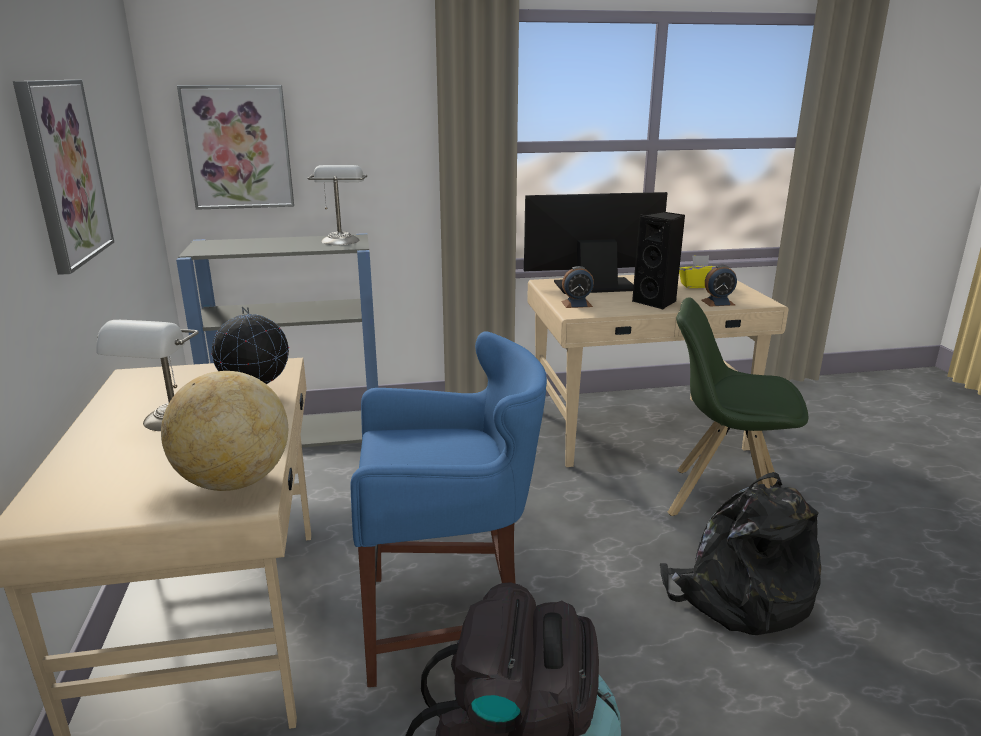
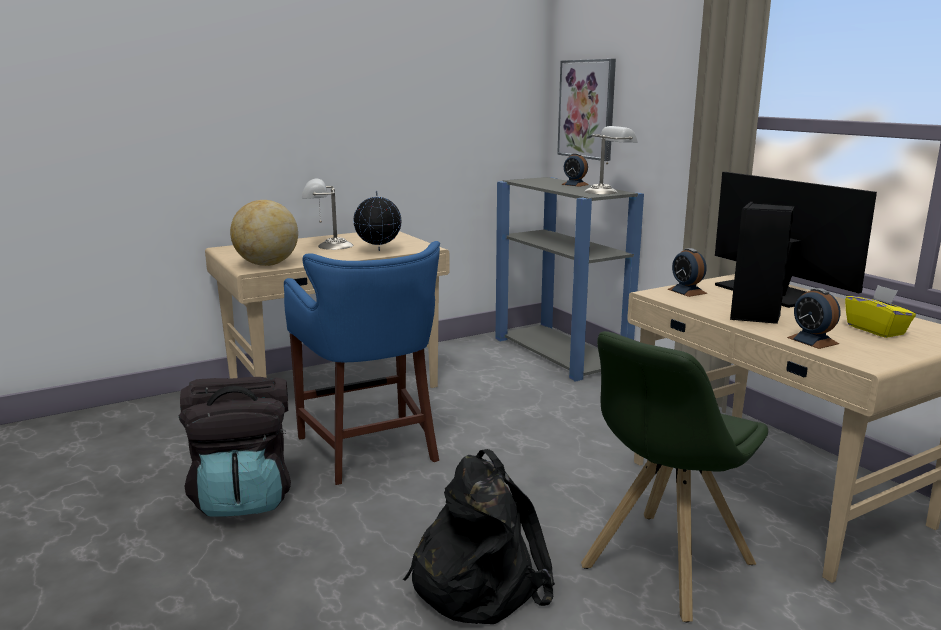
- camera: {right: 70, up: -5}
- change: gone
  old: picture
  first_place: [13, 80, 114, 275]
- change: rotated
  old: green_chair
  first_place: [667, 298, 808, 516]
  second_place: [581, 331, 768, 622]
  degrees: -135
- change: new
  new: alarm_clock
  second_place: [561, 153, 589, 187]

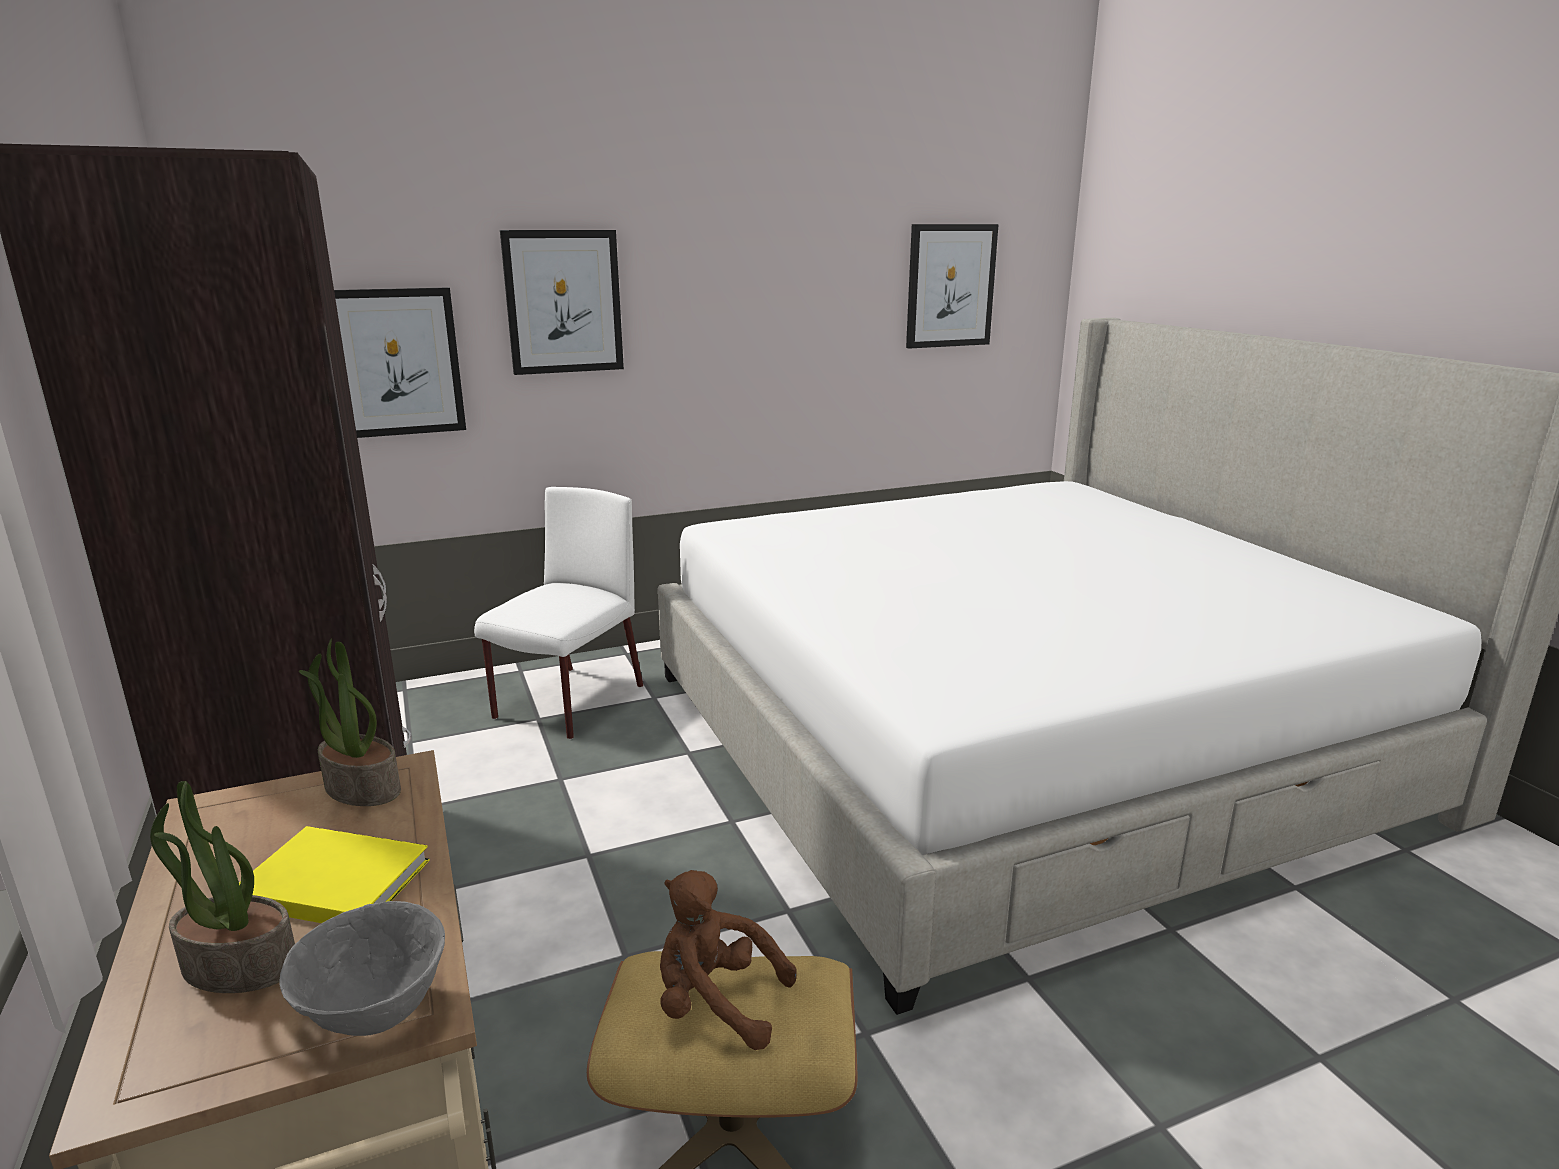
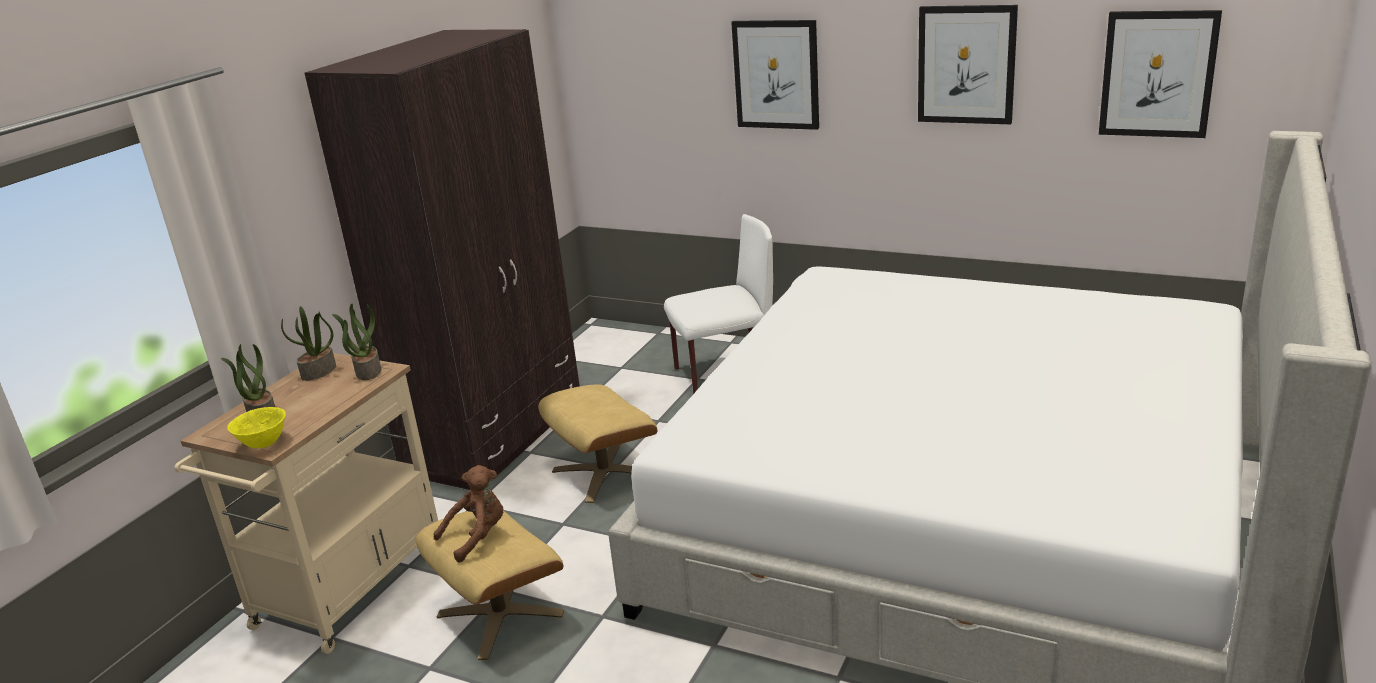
- camera: {right: 50, up: 5}
- change: shifted
  old: picture
  first_place: [334, 287, 466, 438]
  second_place: [918, 5, 1018, 124]
- change: gone
  old: yellow_book
  first_place: [239, 826, 430, 923]
- change: rotated
  old: brown_plush_toy
  first_place: [660, 870, 797, 1050]
  second_place: [434, 465, 503, 563]
  degrees: 75
- change: repainted
  old: grey_bowl
  new: yellow_bowl
  first_place: [279, 901, 445, 1036]
  second_place: [227, 407, 286, 448]
- change: new
  new: potted_plant
  second_place: [281, 306, 336, 381]
- change: new
  new: beige_ottoman
  second_place: [538, 385, 657, 503]

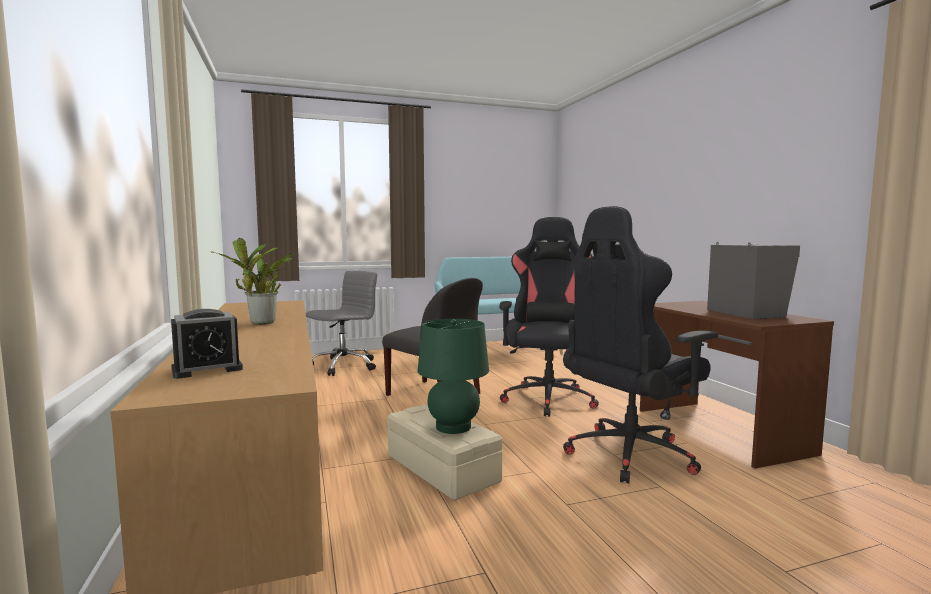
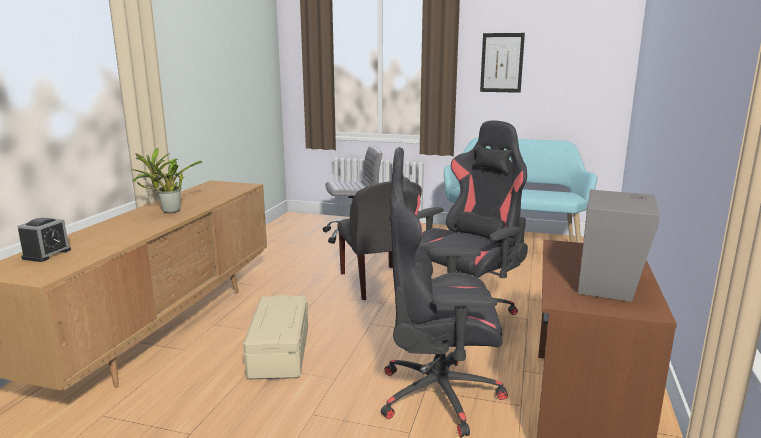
- camera: {right: 35, up: 10}
- change: rotated
  old: alarm_clock
  first_place: [171, 309, 243, 379]
  second_place: [17, 218, 71, 262]
  degrees: -75
- change: gone
  old: green_table_lamp
  first_place: [418, 319, 489, 434]
- change: new
  new: picture
  second_place: [480, 33, 525, 93]

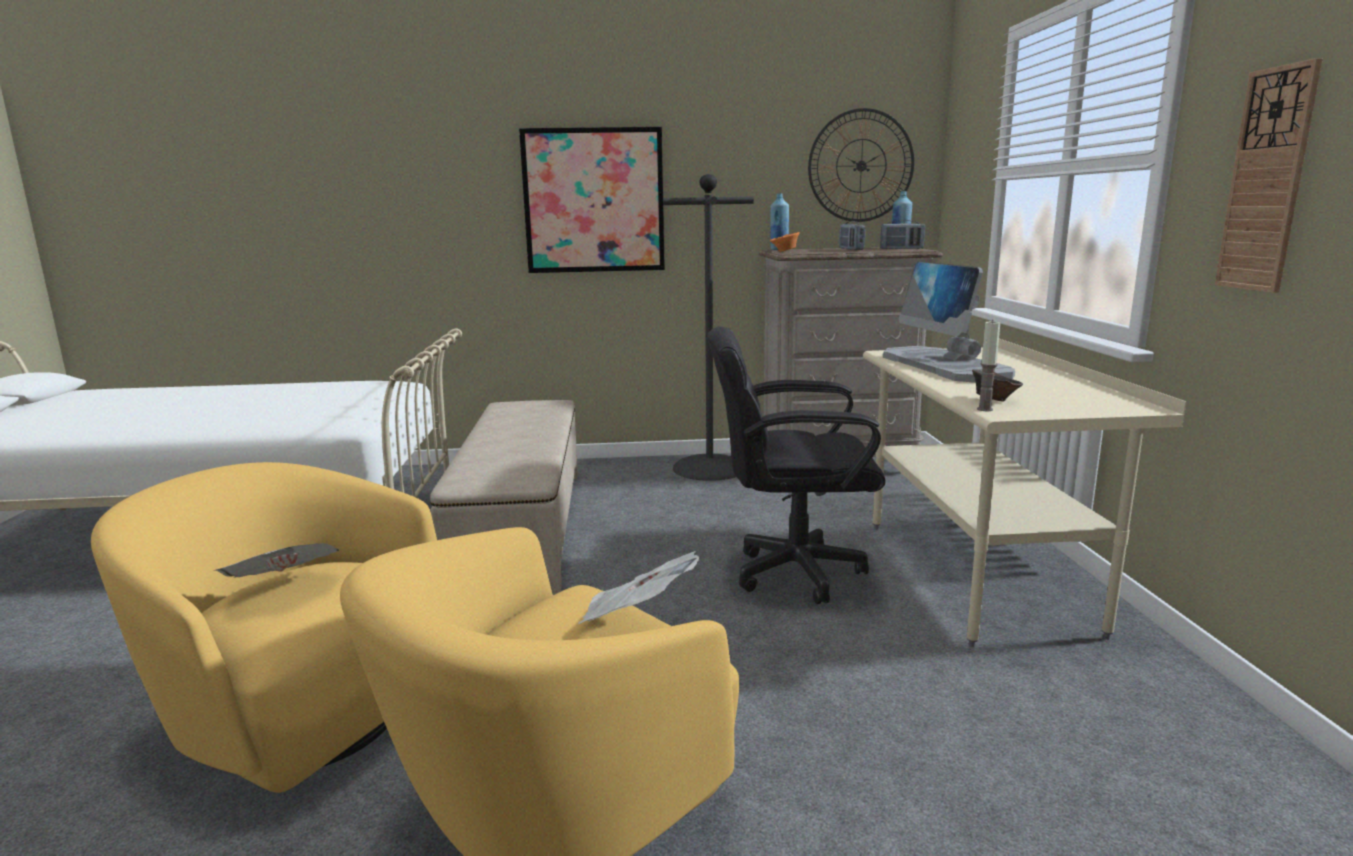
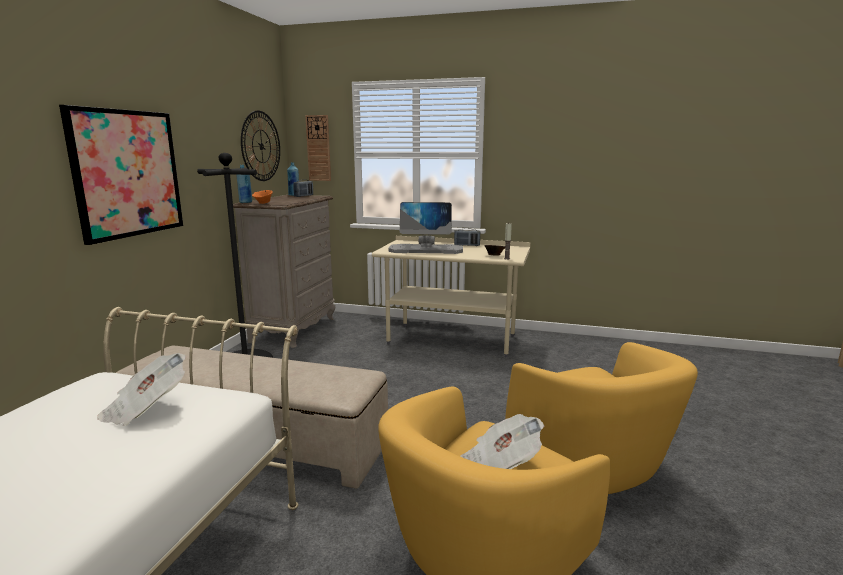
- camera: {right: -70, up: 0}
- change: shifted
  old: wall_clock
  first_place: [1215, 58, 1323, 293]
  second_place: [305, 115, 331, 181]
- change: shifted
  old: radio
  first_place: [839, 221, 865, 250]
  second_place: [454, 228, 480, 246]
- change: gone
  old: black_office_chair
  first_place: [707, 326, 885, 604]
- change: shifted
  old: newspaper
  first_place: [578, 551, 699, 624]
  second_place: [97, 353, 186, 426]

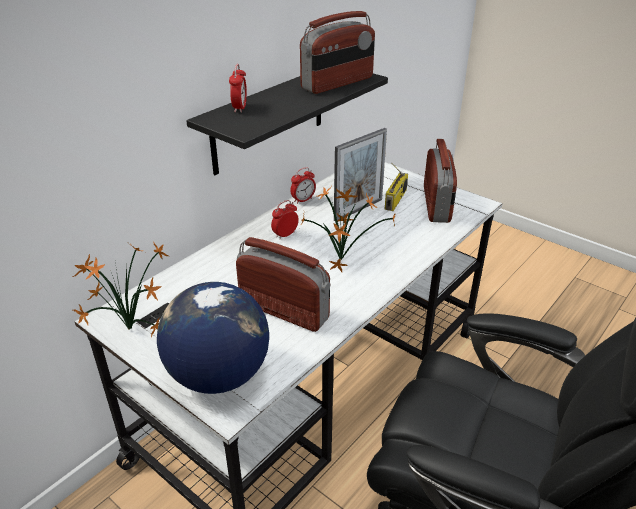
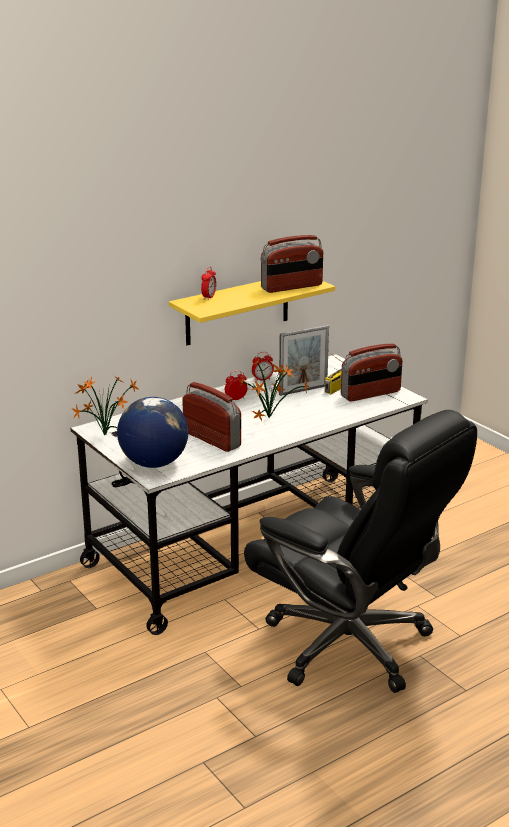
- camera: {right: 15, up: -10}
- change: repainted
  old: black_shelf
  new: yellow_shelf
  first_place: [186, 74, 388, 175]
  second_place: [169, 281, 335, 345]
- change: rotated
  old: radio
  first_place: [424, 139, 457, 223]
  second_place: [341, 343, 402, 401]
  degrees: 45

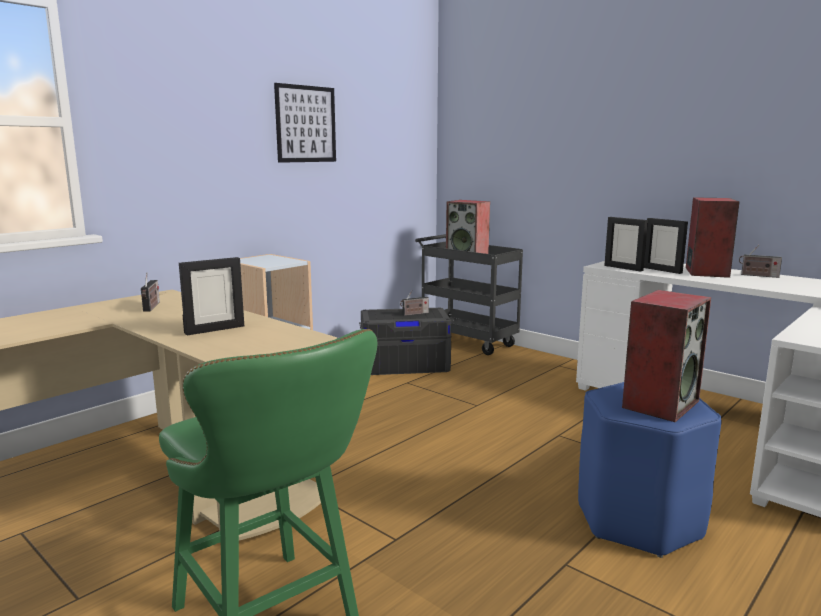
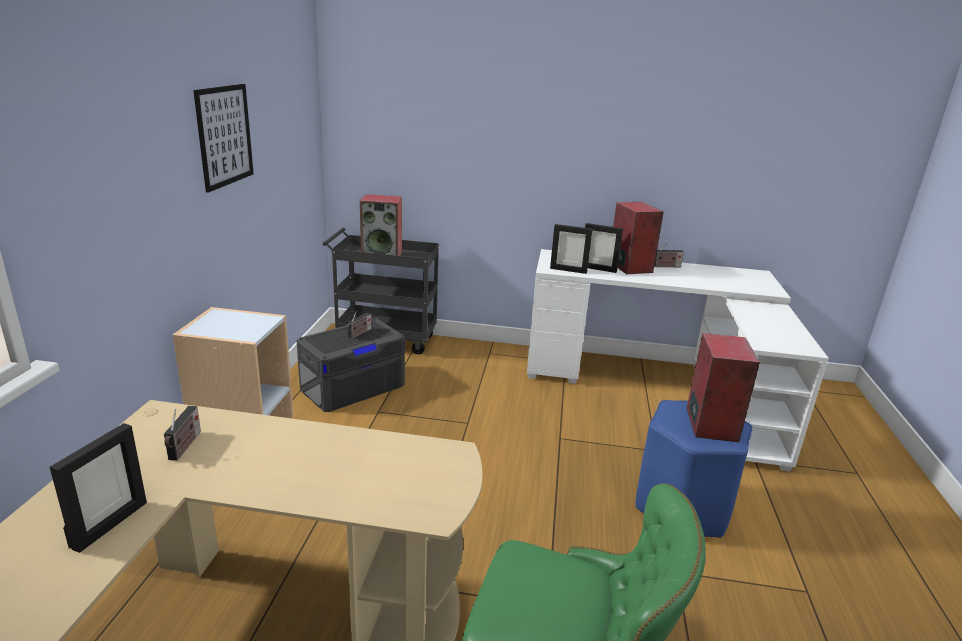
- camera: {right: -35, up: 10}
- change: shifted
  old: picture_frame
  first_place: [179, 257, 244, 335]
  second_place: [50, 423, 147, 553]
- change: rotated
  old: radio
  first_place: [141, 272, 160, 312]
  second_place: [164, 406, 201, 461]
  degrees: 45

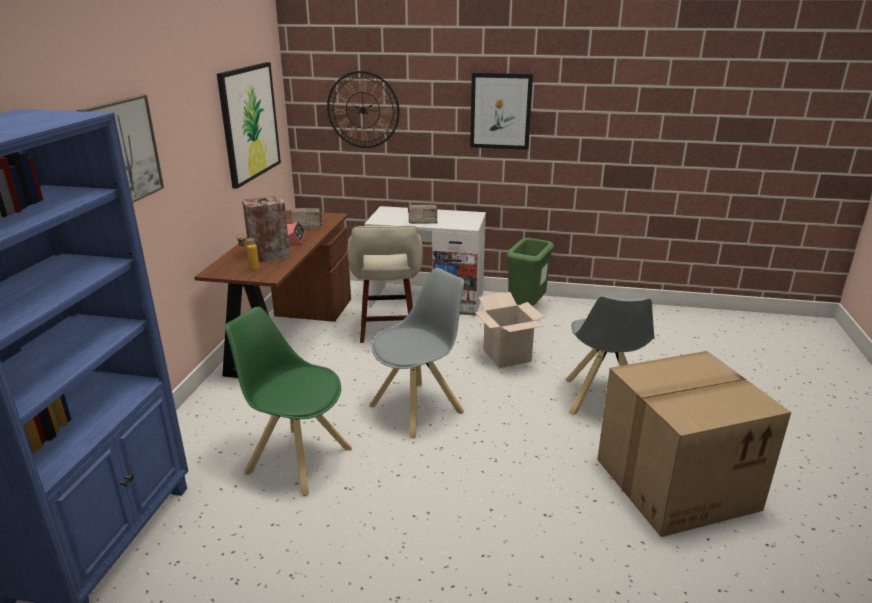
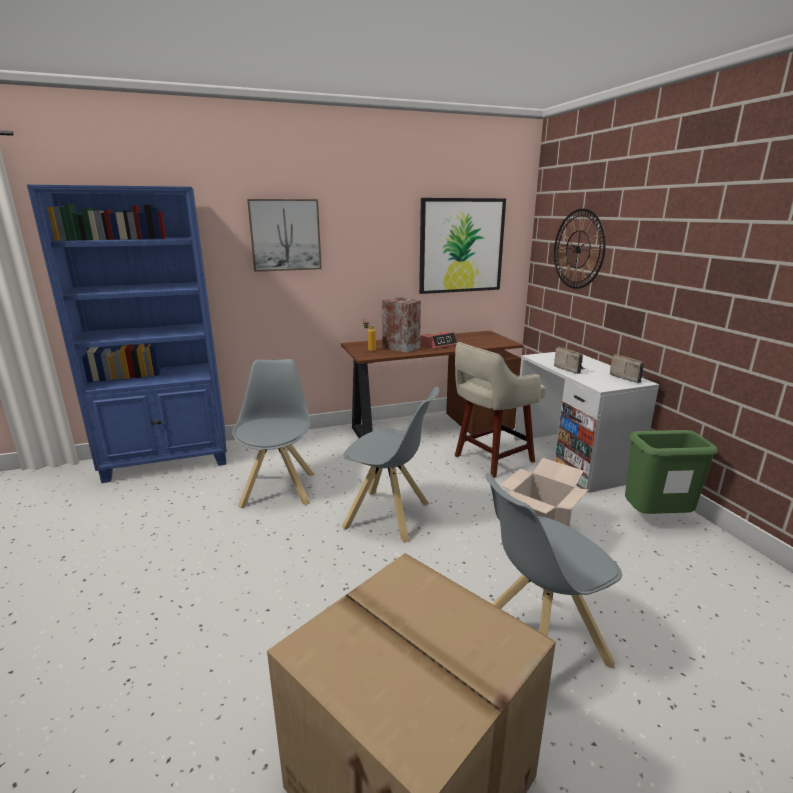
- camera: {right: 60, up: -5}
- change: gone
  old: picture
  first_place: [470, 73, 533, 150]
- change: shifted
  old: radio
  first_place: [290, 208, 322, 228]
  second_place: [610, 354, 644, 383]
- change: repainted
  old: green_chair
  new: grey_chair
  first_place: [225, 307, 352, 496]
  second_place: [232, 359, 315, 508]

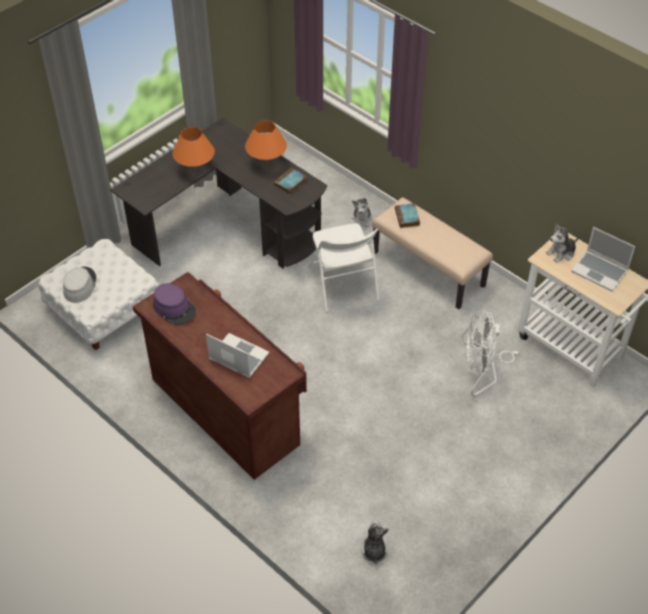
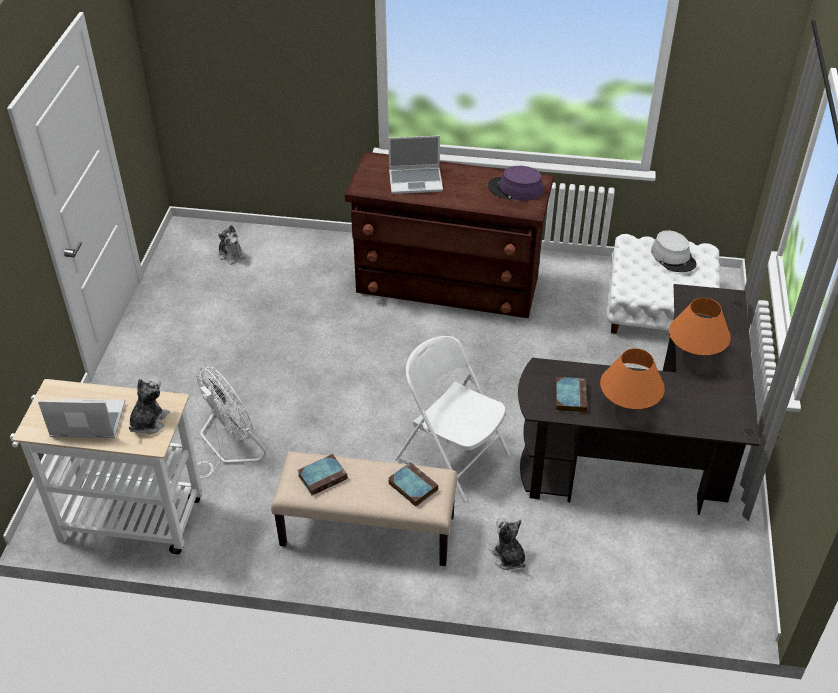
- camera: {right: 145, up: -5}
- change: new
  new: book
  second_place: [297, 454, 348, 495]

